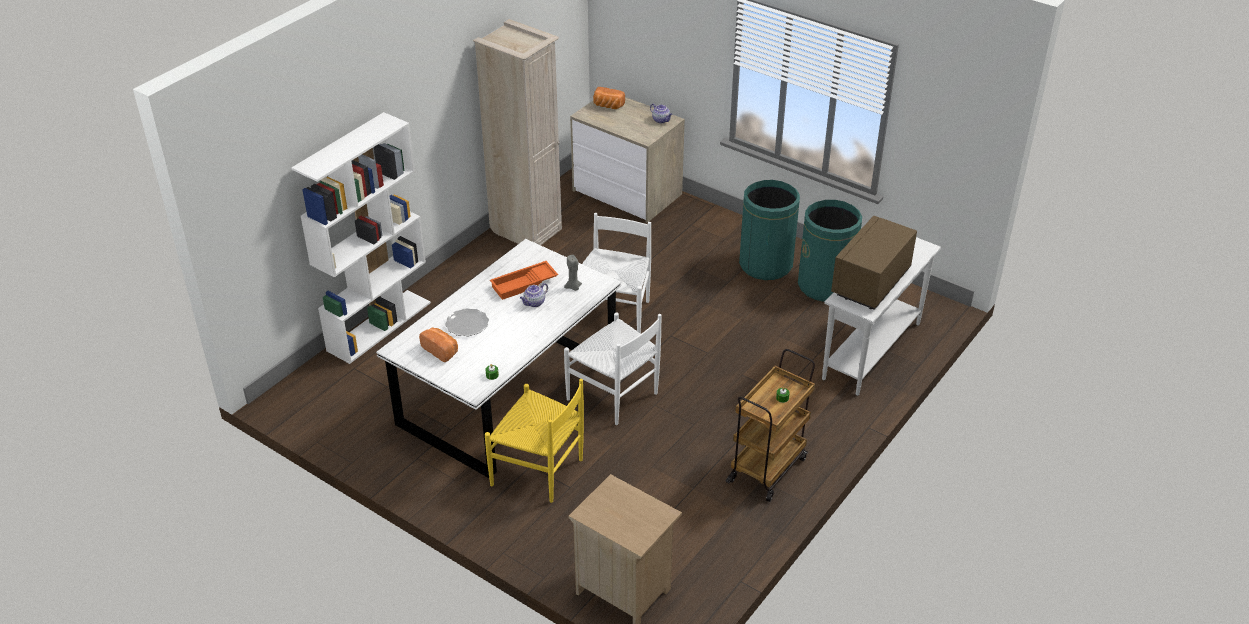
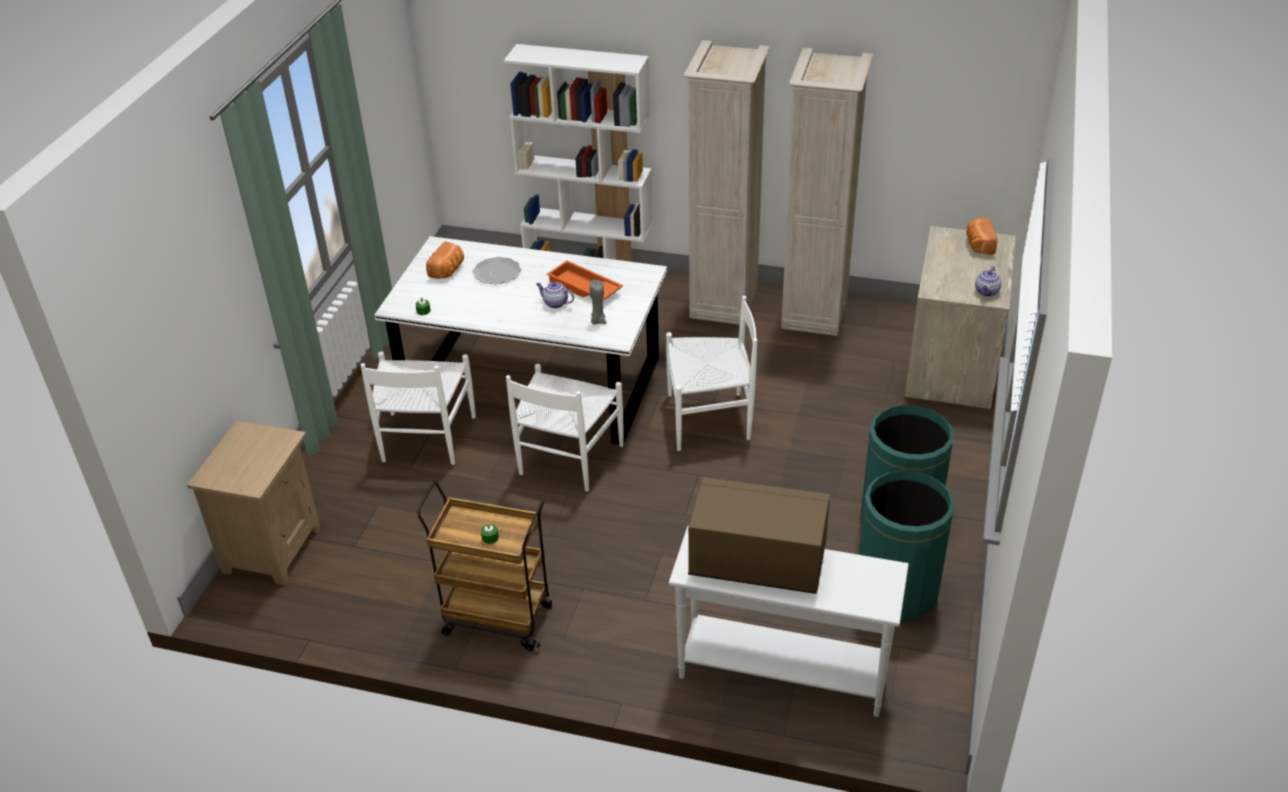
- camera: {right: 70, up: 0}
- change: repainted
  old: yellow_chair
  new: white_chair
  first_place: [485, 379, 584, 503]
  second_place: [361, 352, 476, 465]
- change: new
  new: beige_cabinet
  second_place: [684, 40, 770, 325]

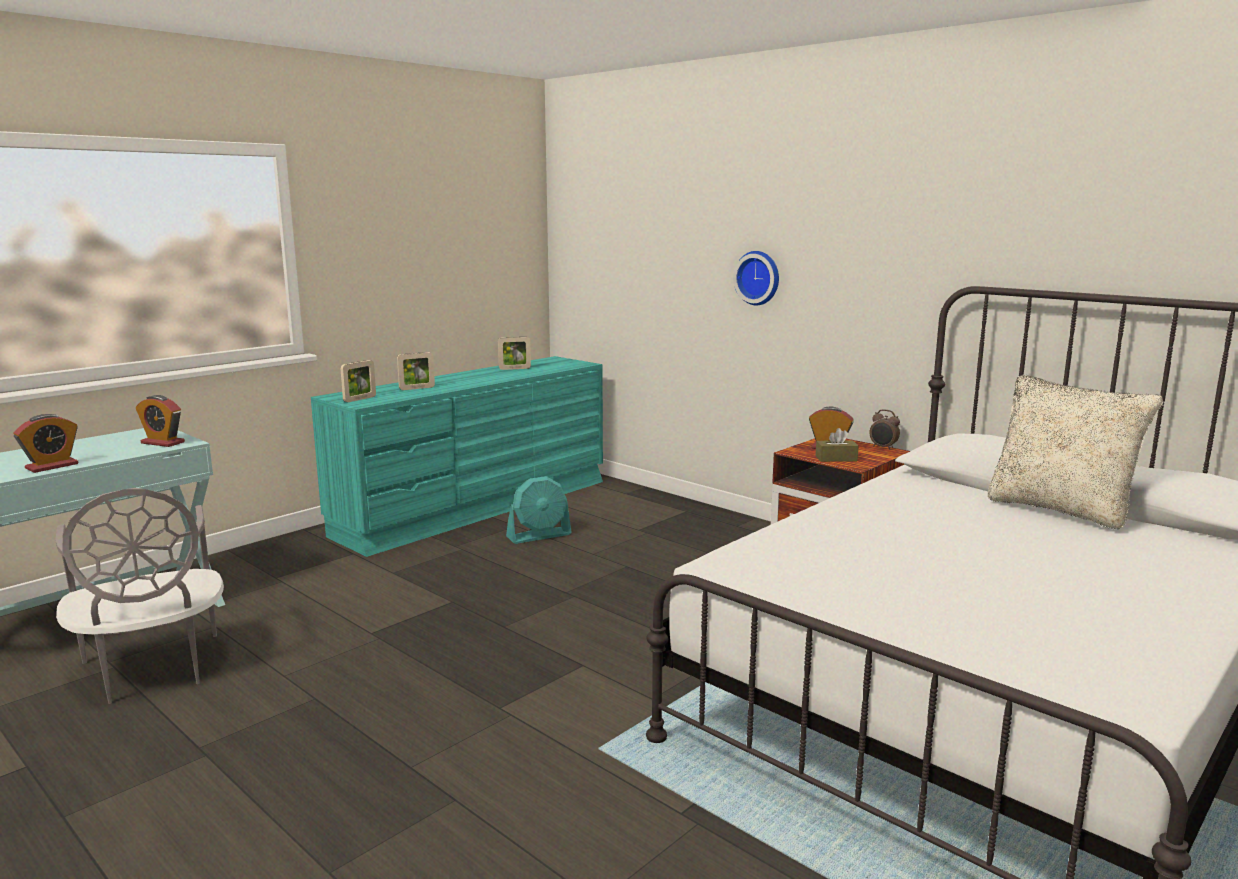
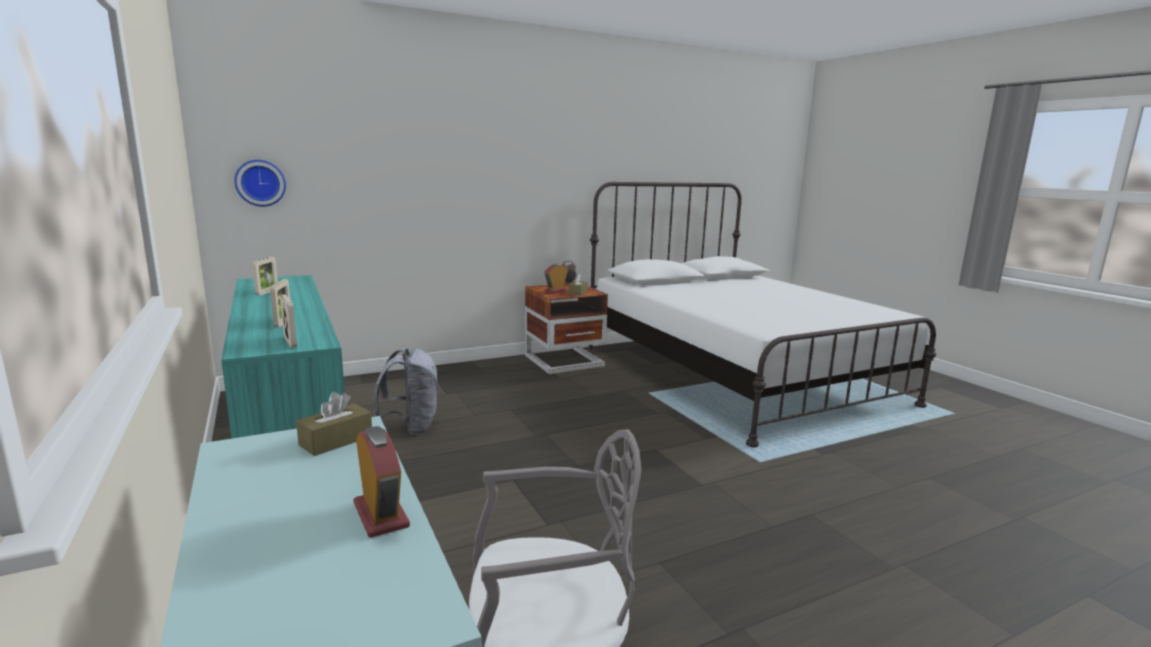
- camera: {right: -70, up: 0}
- change: shifted
  old: wall_clock
  first_place: [733, 251, 779, 306]
  second_place: [234, 160, 286, 207]
- change: gone
  old: beige_pillow
  first_place: [988, 375, 1163, 530]
- change: swapped
  old: alarm_clock
  new: brown_tissue_box
  first_place: [135, 395, 185, 447]
  second_place: [296, 392, 372, 456]
- change: swapped
  old: turquoise_fan
  new: grey_backpack
  first_place: [506, 476, 572, 544]
  second_place: [373, 348, 438, 434]

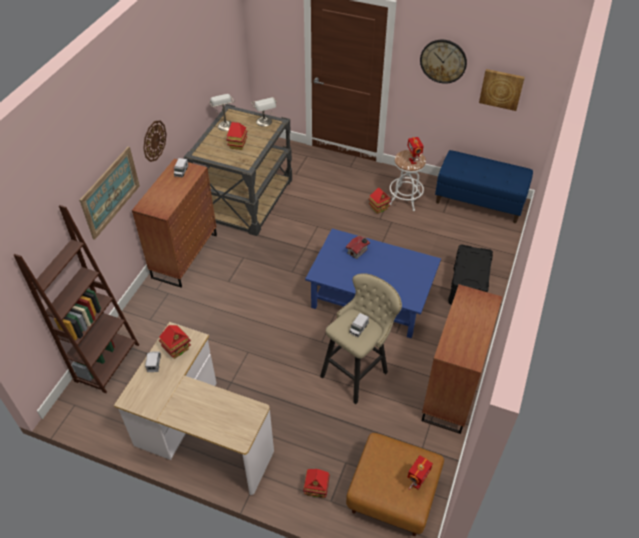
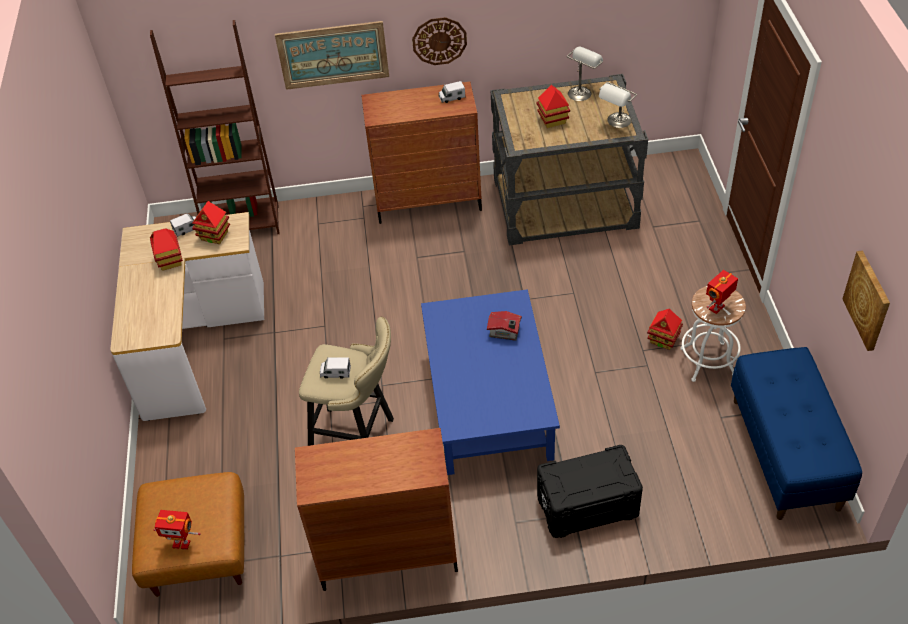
- camera: {right: 65, up: 0}
- change: gone
  old: wall_clock
  first_place: [420, 40, 467, 84]
- change: shifted
  old: toy_house
  first_place: [303, 469, 330, 498]
  second_place: [150, 228, 183, 271]

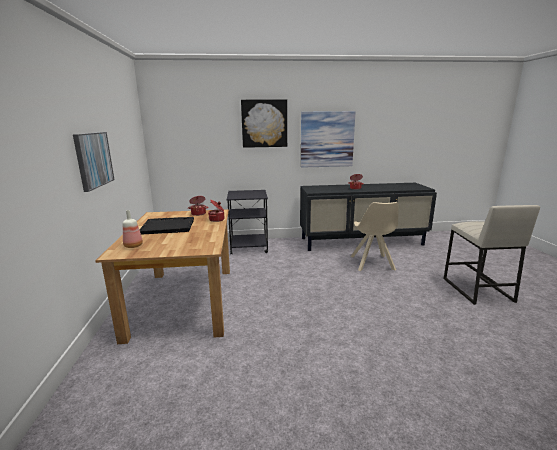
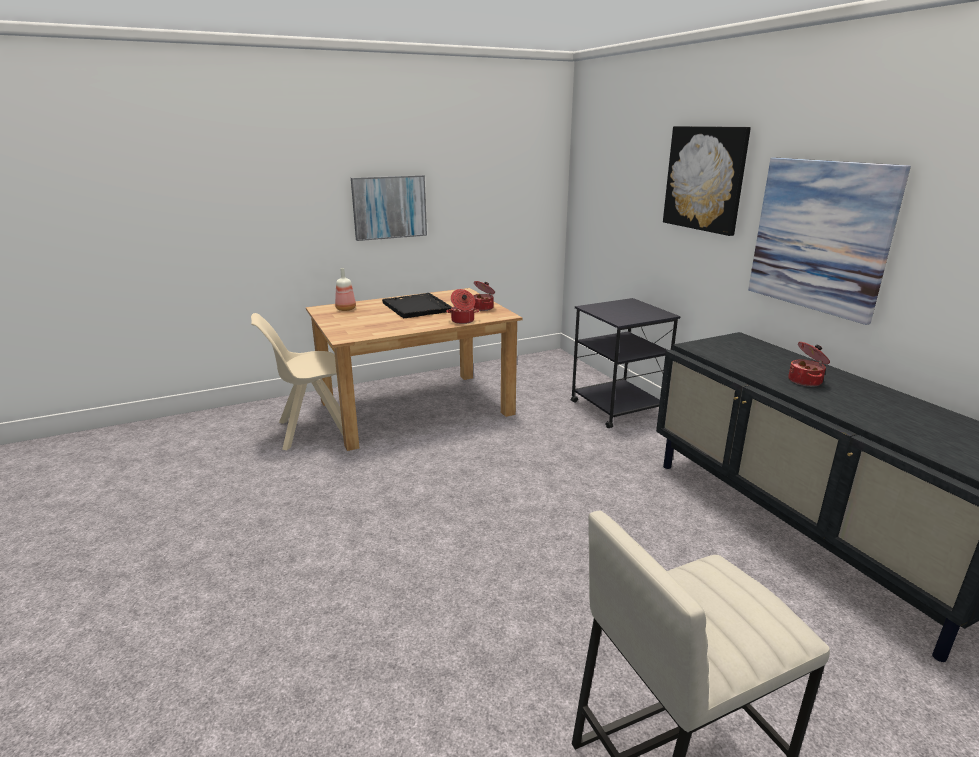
- camera: {right: 70, up: 5}
- change: shifted
  old: beige_chair
  first_place: [350, 202, 399, 271]
  second_place: [251, 313, 343, 450]

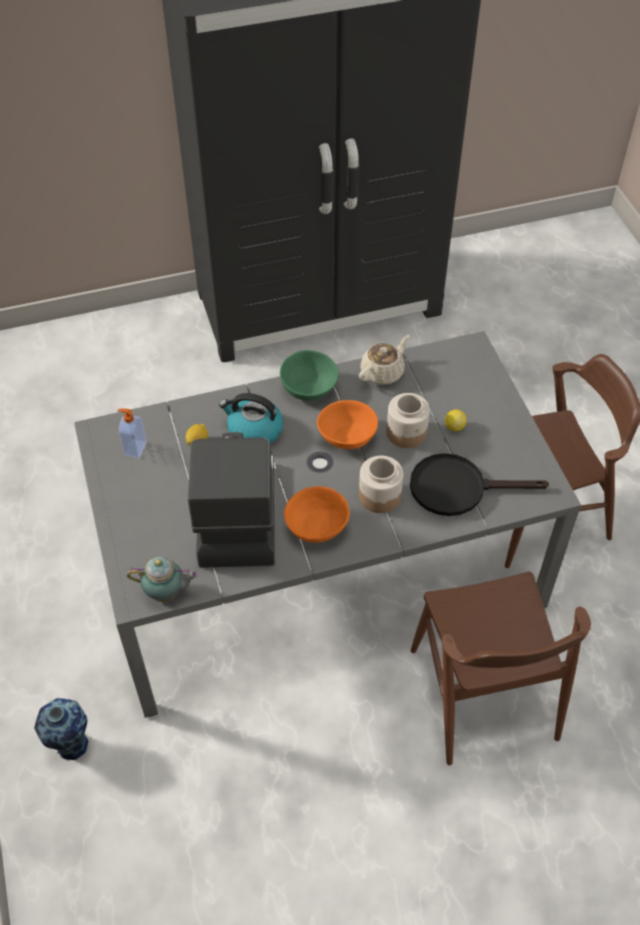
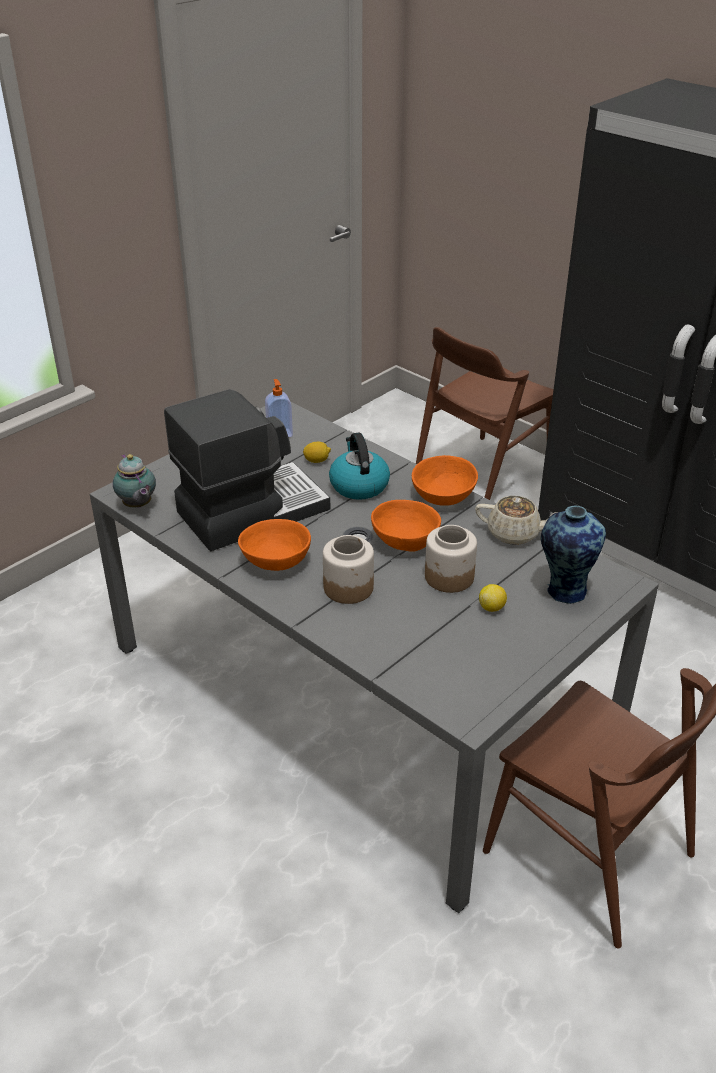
- camera: {right: 60, up: -15}
- change: repainted
  old: green_bowl
  new: orange_bowl
  first_place: [280, 350, 339, 401]
  second_place: [412, 455, 478, 506]
- change: gone
  old: black_frying_pan
  first_place: [410, 453, 549, 516]
- change: shifted
  old: brown_chair
  first_place: [411, 572, 591, 765]
  second_place: [416, 327, 554, 500]
- change: shifted
  old: vase
  first_place: [34, 698, 88, 760]
  second_place: [541, 505, 606, 604]

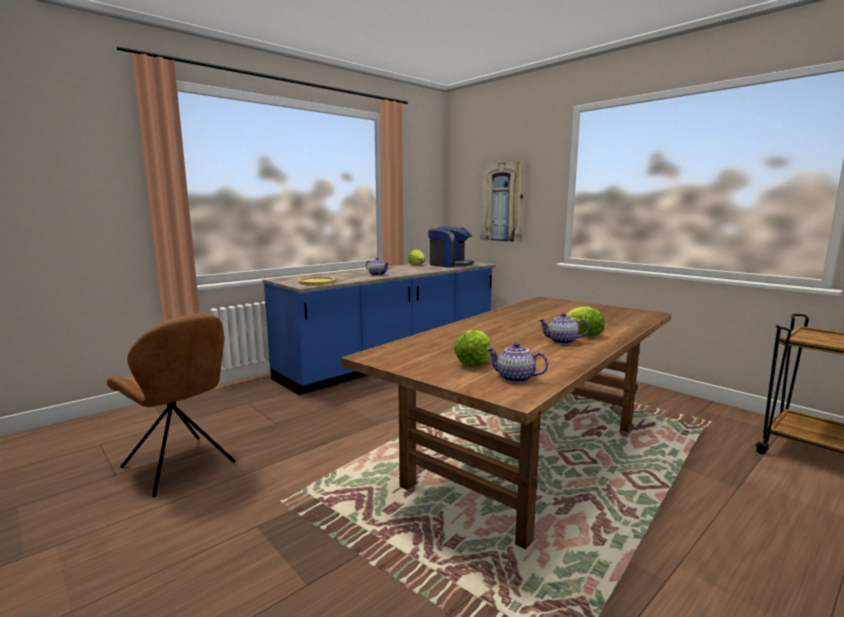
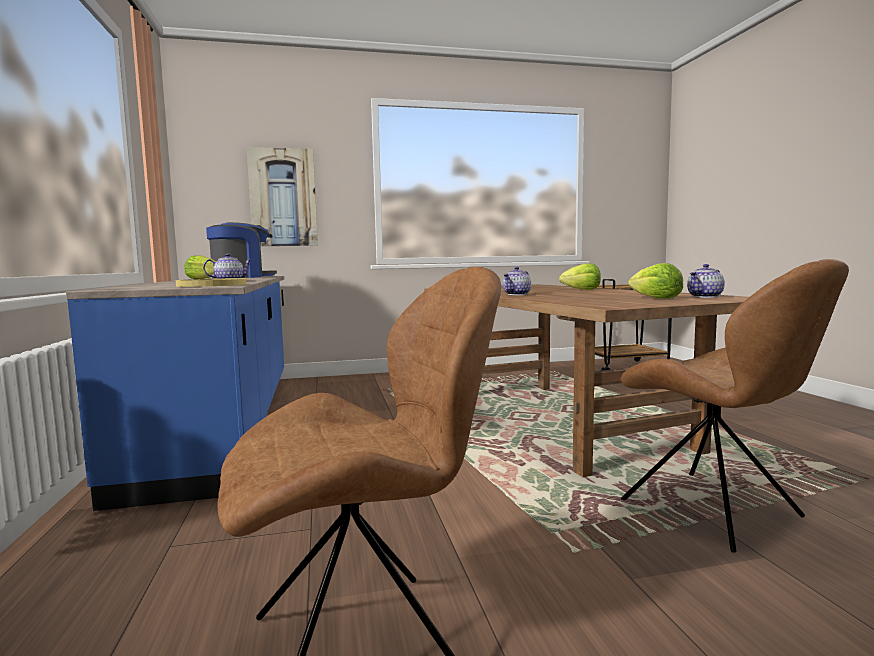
- camera: {right: -60, up: -5}
- change: shifted
  old: teapot
  first_place: [539, 313, 589, 344]
  second_place: [503, 267, 531, 295]
- change: new
  new: brown_chair
  second_place: [620, 259, 849, 553]

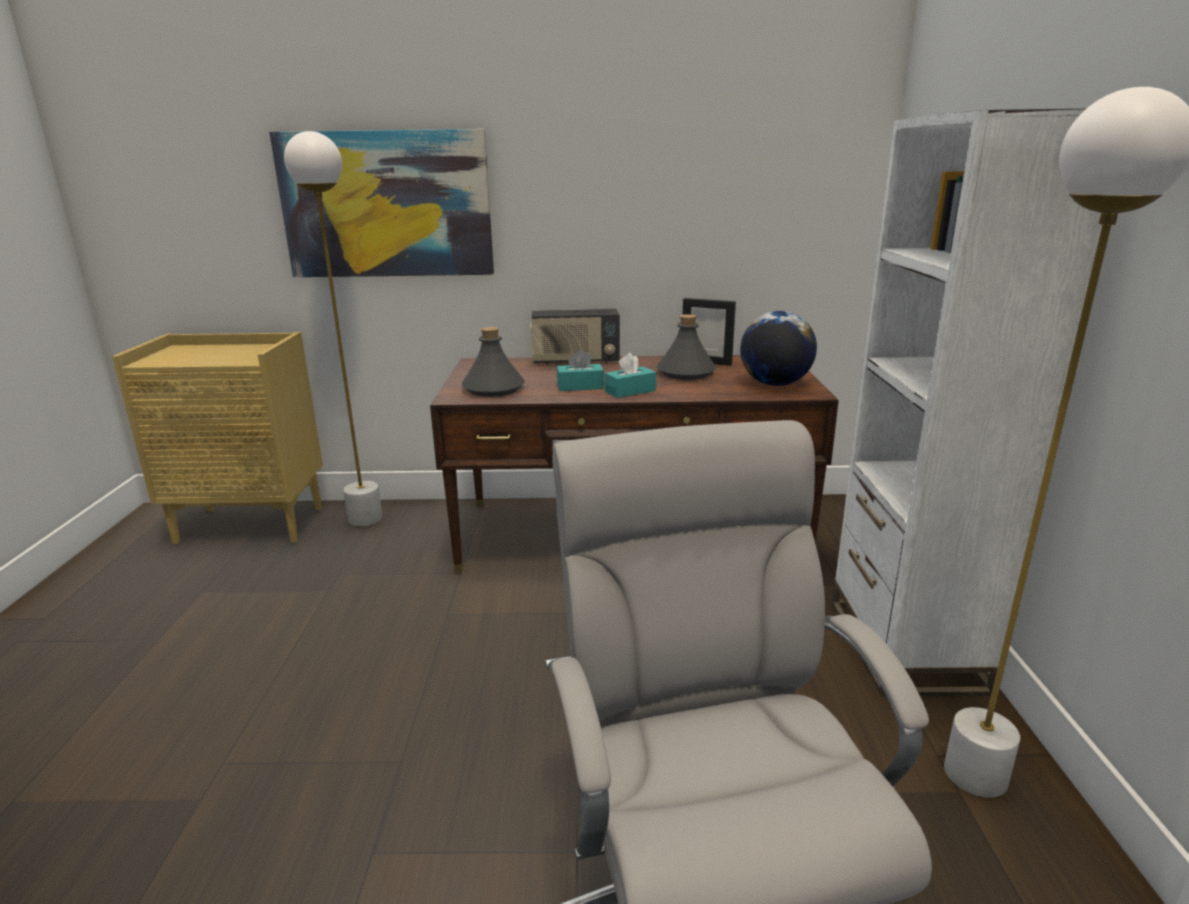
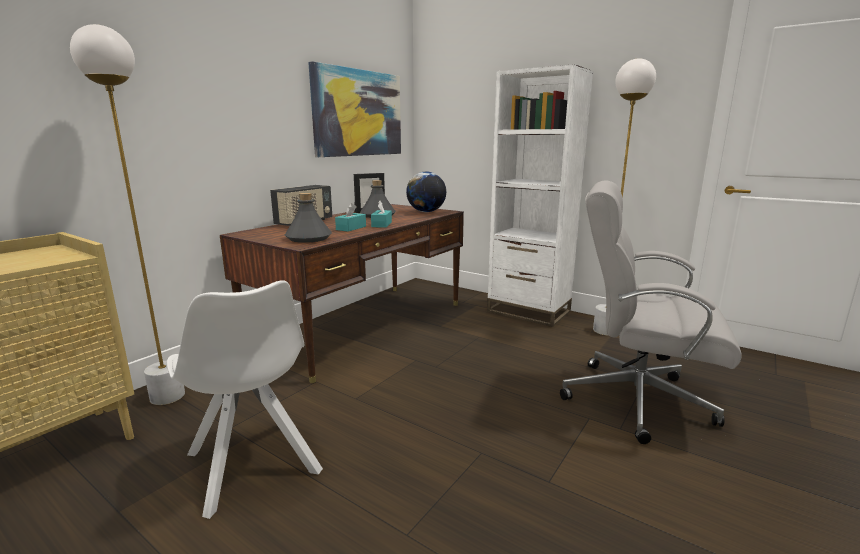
- camera: {right: -55, up: -5}
- change: shifted
  old: picture
  first_place: [269, 129, 494, 277]
  second_place: [308, 61, 401, 157]
- change: new
  new: white_chair
  second_place: [167, 280, 323, 519]

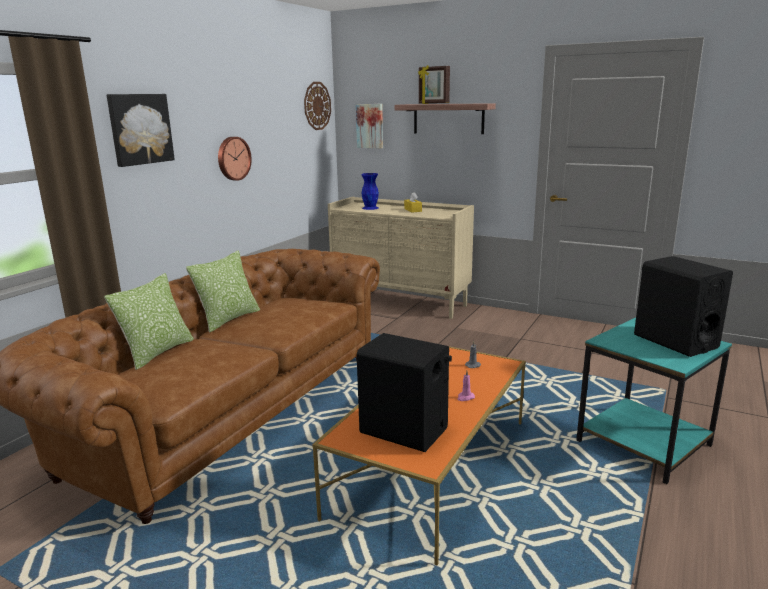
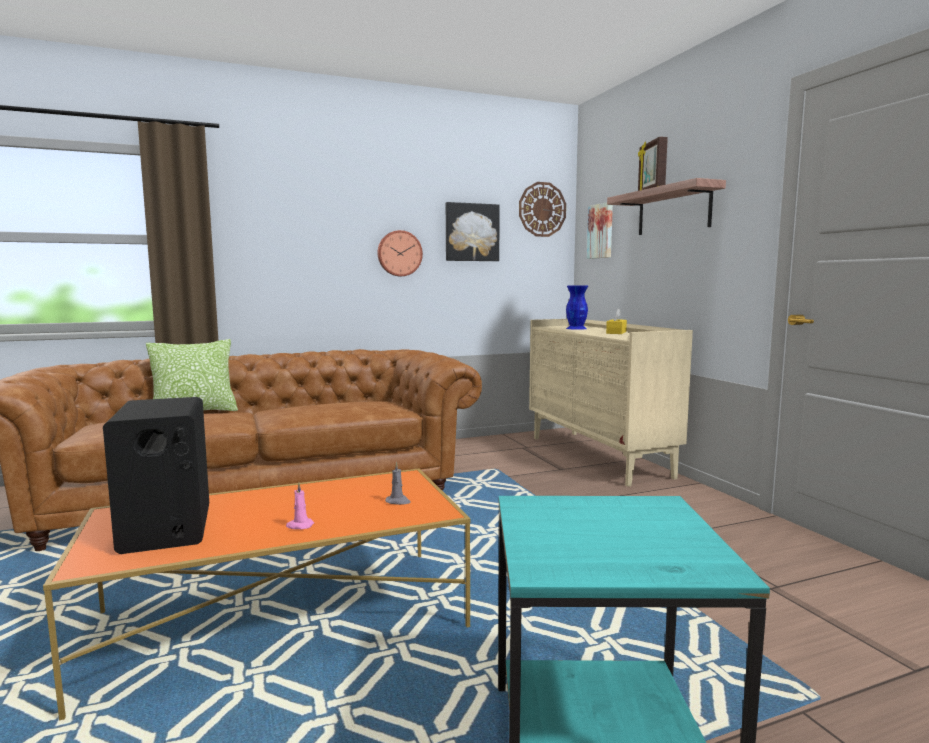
- camera: {right: 40, up: -10}
- change: shifted
  old: picture
  first_place: [107, 94, 175, 167]
  second_place: [446, 202, 500, 261]
- change: gone
  old: pillow
  first_place: [186, 251, 260, 333]
- change: gone
  old: black_speaker
  first_place: [634, 256, 733, 357]

